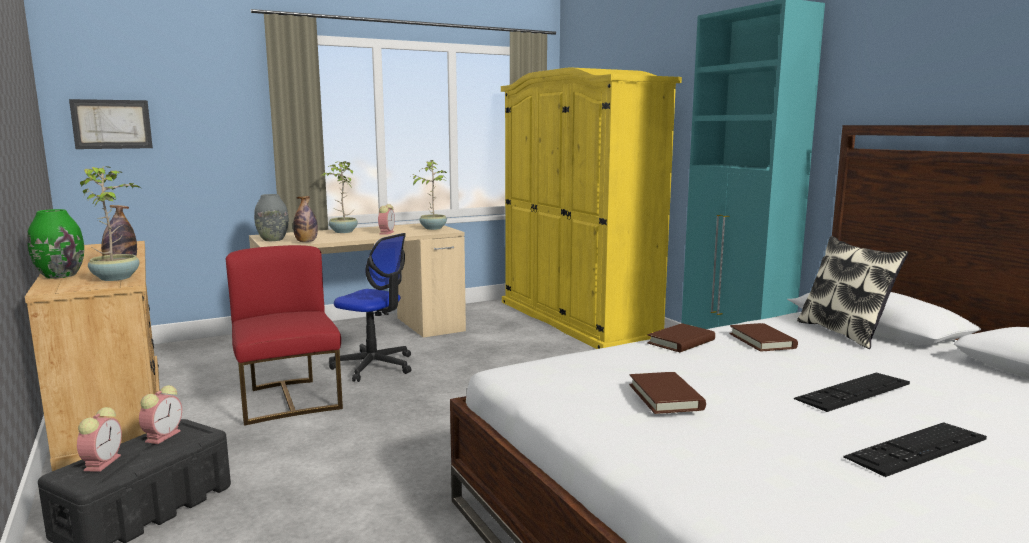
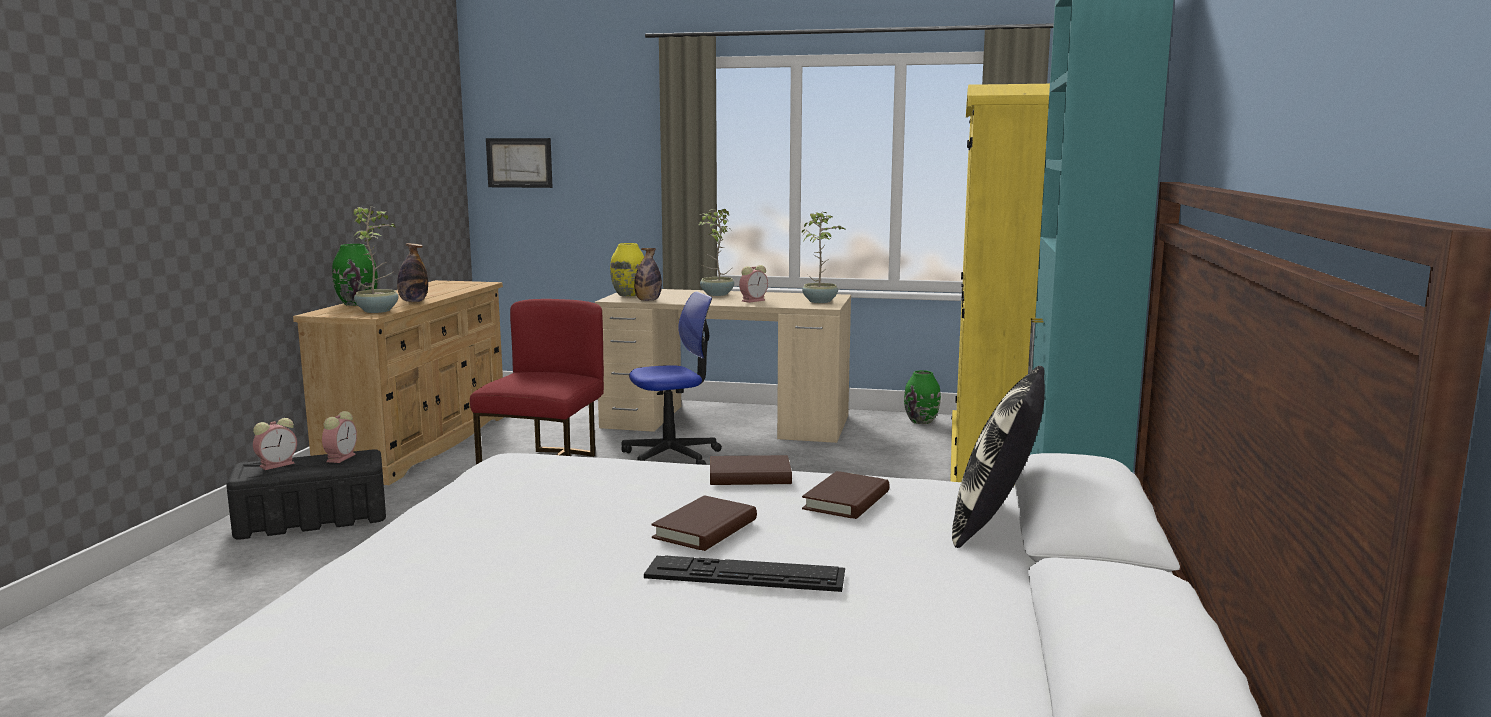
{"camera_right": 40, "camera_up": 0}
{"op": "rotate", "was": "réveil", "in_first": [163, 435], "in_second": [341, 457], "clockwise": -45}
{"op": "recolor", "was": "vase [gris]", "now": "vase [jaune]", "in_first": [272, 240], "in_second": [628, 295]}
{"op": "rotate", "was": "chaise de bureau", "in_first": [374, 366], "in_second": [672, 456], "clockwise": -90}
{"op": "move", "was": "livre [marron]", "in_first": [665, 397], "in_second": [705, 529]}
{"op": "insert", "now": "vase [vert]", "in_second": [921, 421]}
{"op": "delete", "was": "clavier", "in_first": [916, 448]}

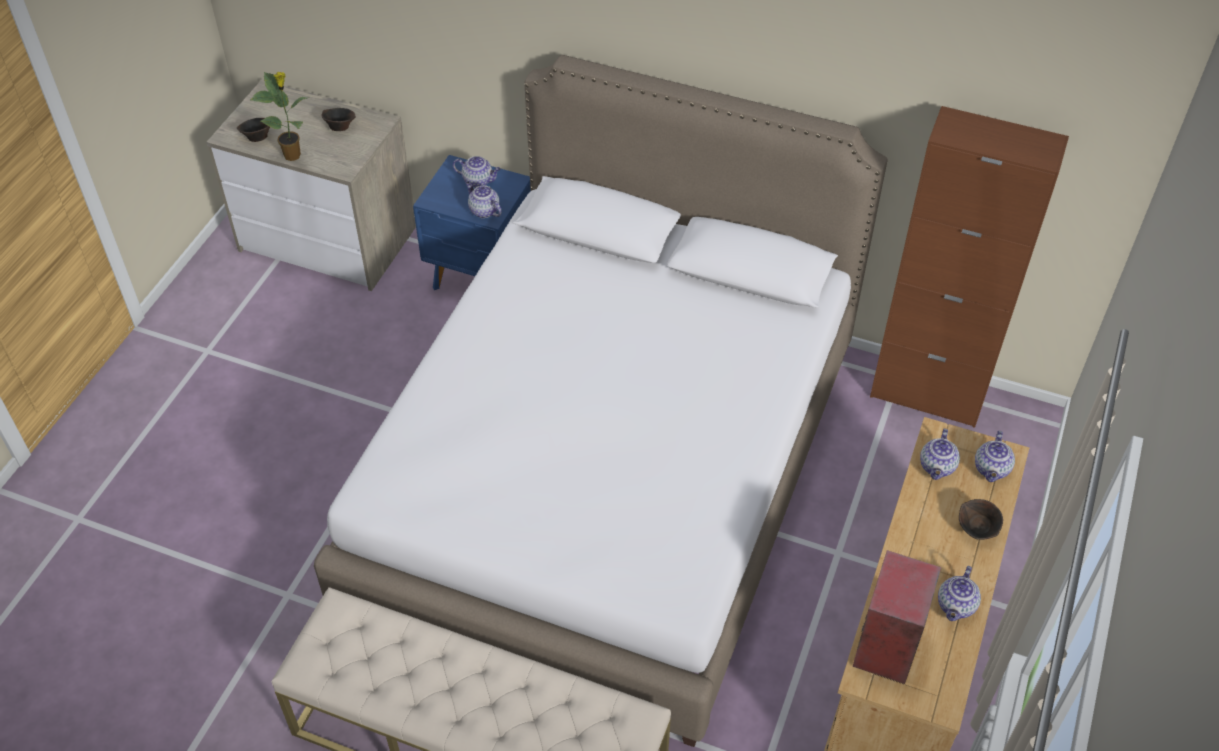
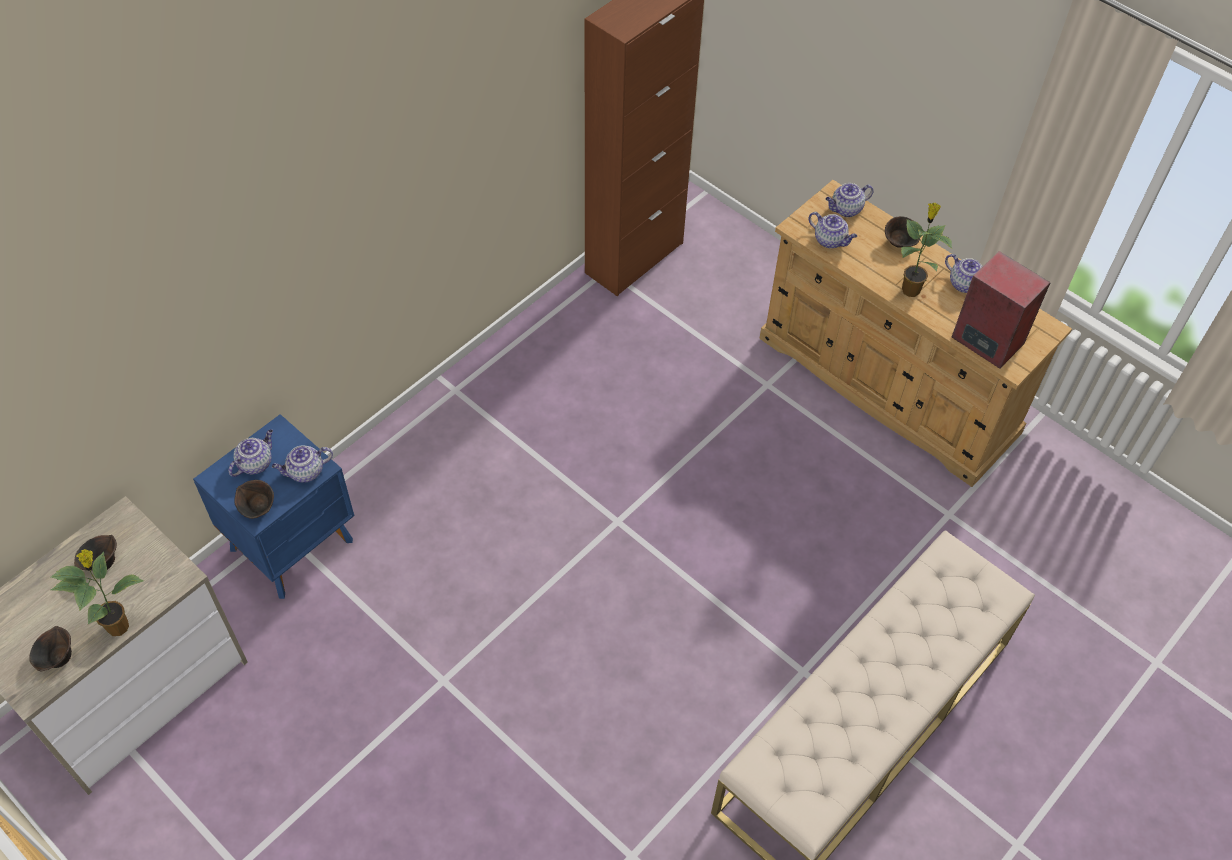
{"camera_right": -70, "camera_up": 5}
{"op": "insert", "now": "bol [marron]", "in_second": [258, 508]}
{"op": "rotate", "was": "théière", "in_first": [992, 469], "in_second": [845, 210], "clockwise": 120}
{"op": "insert", "now": "plante en pot", "in_second": [910, 289]}
{"op": "delete", "was": "lit [blanc]", "in_first": [609, 476]}

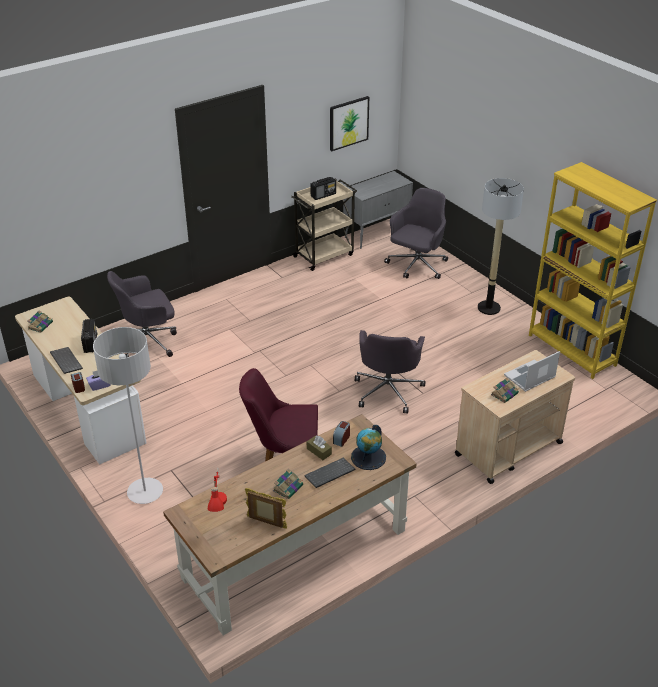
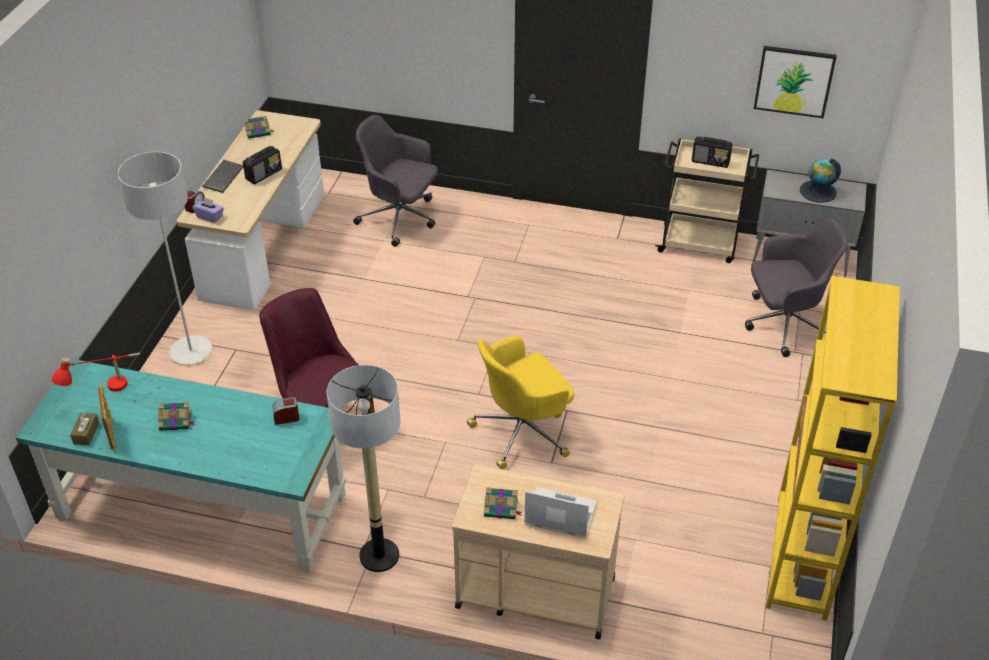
{"camera_right": 50, "camera_up": 5}
{"op": "recolor", "was": "bureau [marron]", "now": "bureau [turquoise]", "in_first": [295, 554], "in_second": [200, 506]}
{"op": "move", "was": "boîte à mouchoirs [marron]", "in_first": [319, 451], "in_second": [86, 433]}
{"op": "move", "was": "lampadaire", "in_first": [488, 308], "in_second": [379, 555]}
{"op": "recolor", "was": "chaise de bureau [gris]", "now": "chaise de bureau [jaune]", "in_first": [388, 390], "in_second": [523, 431]}
{"op": "move", "was": "globe", "in_first": [368, 457], "in_second": [818, 191]}
{"op": "delete", "was": "clavier", "in_first": [329, 474]}

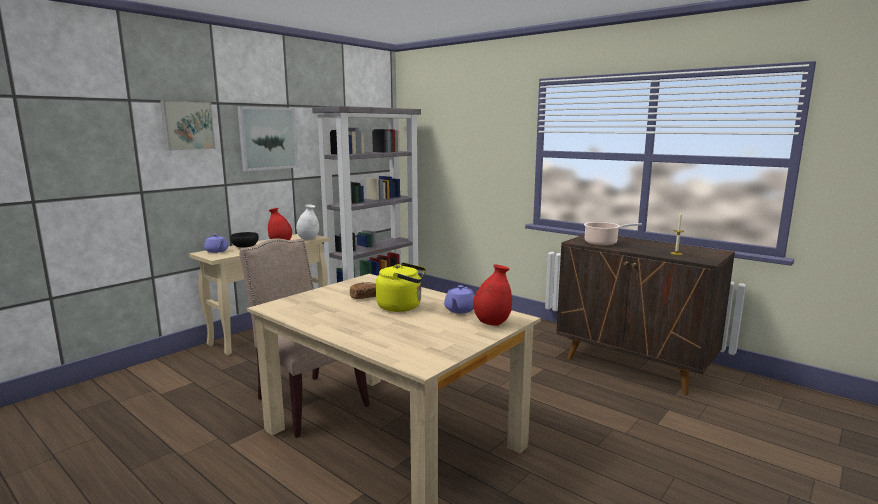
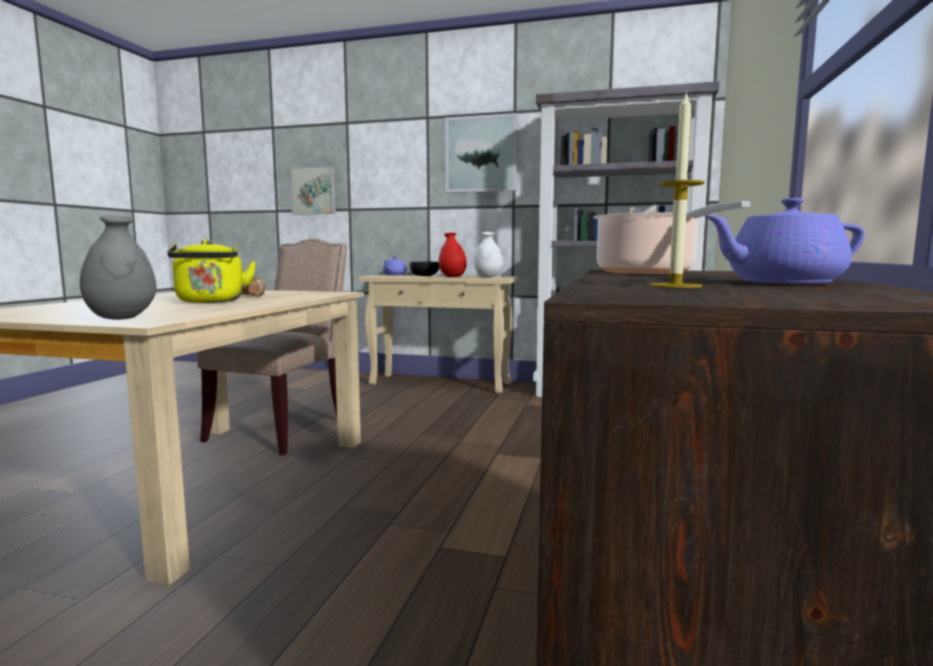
{"camera_right": 65, "camera_up": -5}
{"op": "recolor", "was": "vase [rouge]", "now": "vase [gris]", "in_first": [492, 323], "in_second": [121, 318]}
{"op": "move", "was": "tableau", "in_first": [187, 125], "in_second": [314, 191]}
{"op": "move", "was": "théière [violet]", "in_first": [459, 310], "in_second": [781, 282]}

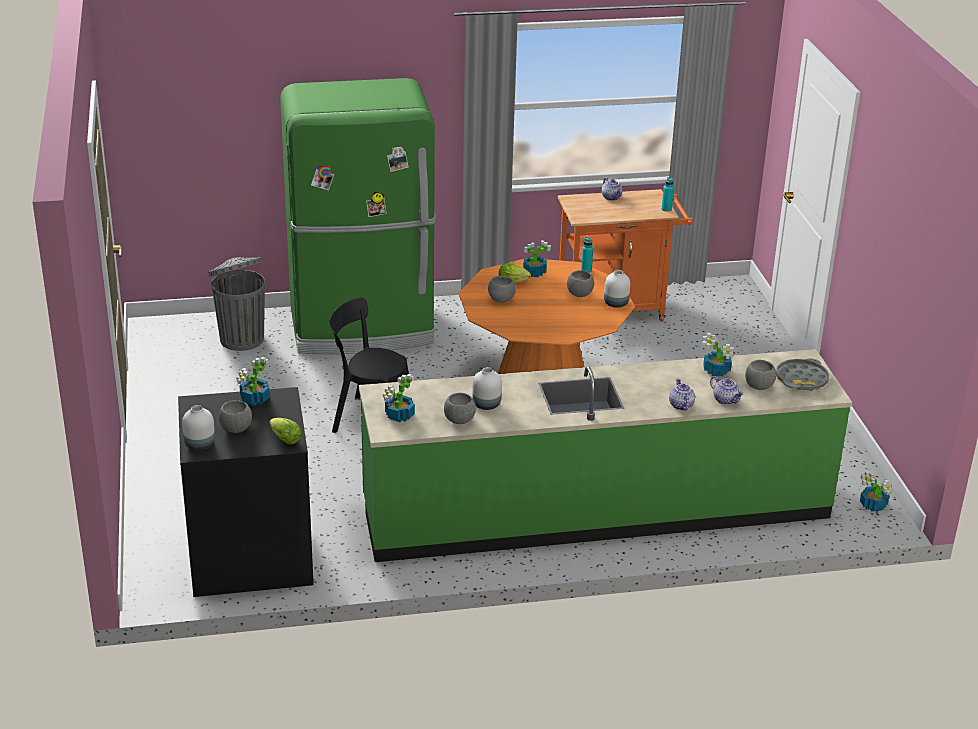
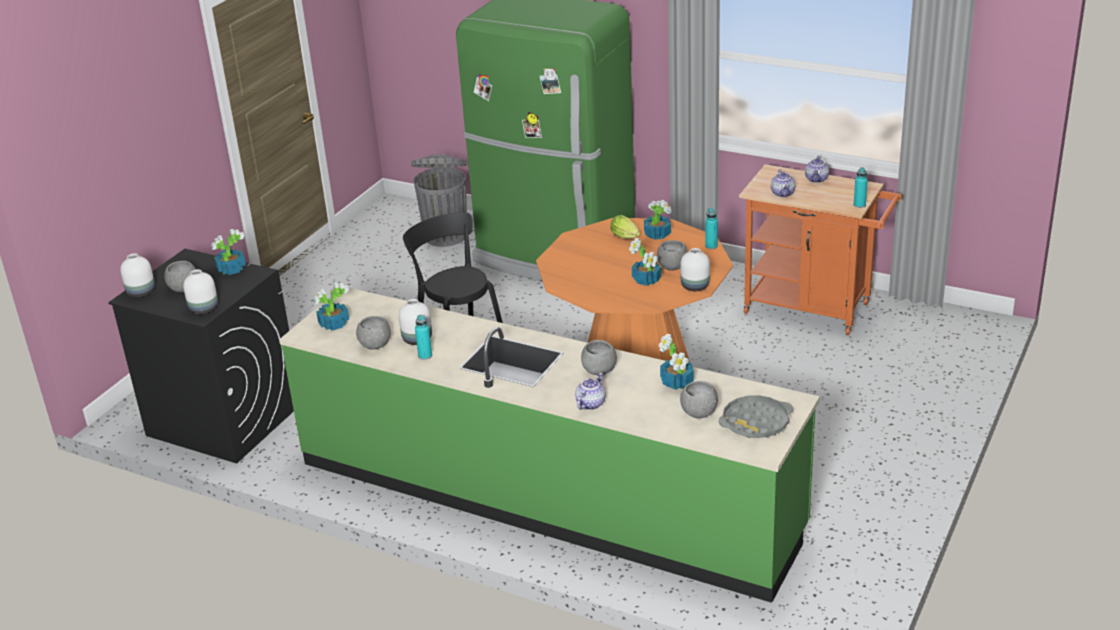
{"camera_right": 40, "camera_up": 0}
{"op": "replace", "was": "laitue", "now": "vase [blanc]", "in_first": [284, 439], "in_second": [203, 309]}
{"op": "insert", "now": "bouteille [turquoise]", "in_second": [425, 356]}
{"op": "move", "was": "bol [gris]", "in_first": [501, 300], "in_second": [599, 371]}
{"op": "move", "was": "plante en pot", "in_first": [873, 505], "in_second": [647, 280]}
{"op": "move", "was": "théière", "in_first": [726, 400], "in_second": [783, 193]}

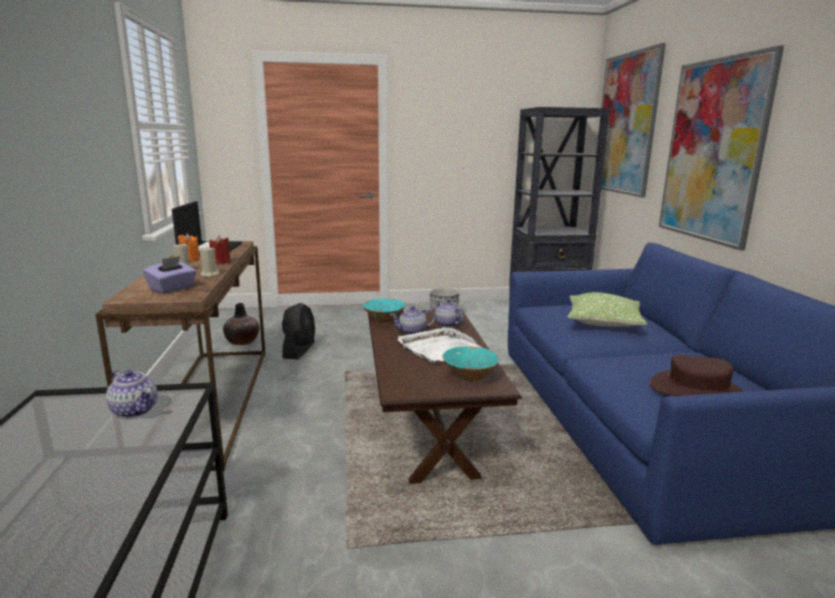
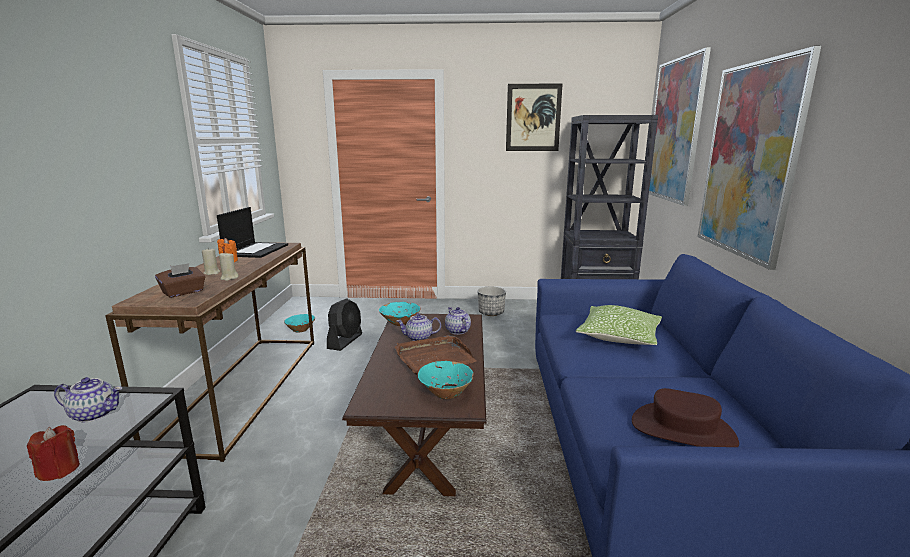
{"camera_right": 10, "camera_up": 0}
{"op": "move", "was": "bougie [rouge]", "in_first": [221, 262], "in_second": [59, 470]}
{"op": "rotate", "was": "théière", "in_first": [135, 410], "in_second": [95, 414], "clockwise": -45}
{"op": "recolor", "was": "boîte à mouchoirs [violet]", "now": "boîte à mouchoirs [marron]", "in_first": [172, 289], "in_second": [183, 292]}
{"op": "replace", "was": "vase", "now": "bol [turquoise]", "in_first": [242, 342], "in_second": [300, 330]}
{"op": "recolor", "was": "plateau [blanc]", "now": "plateau [marron]", "in_first": [439, 348], "in_second": [434, 358]}
{"op": "insert", "now": "tableau", "in_second": [533, 118]}

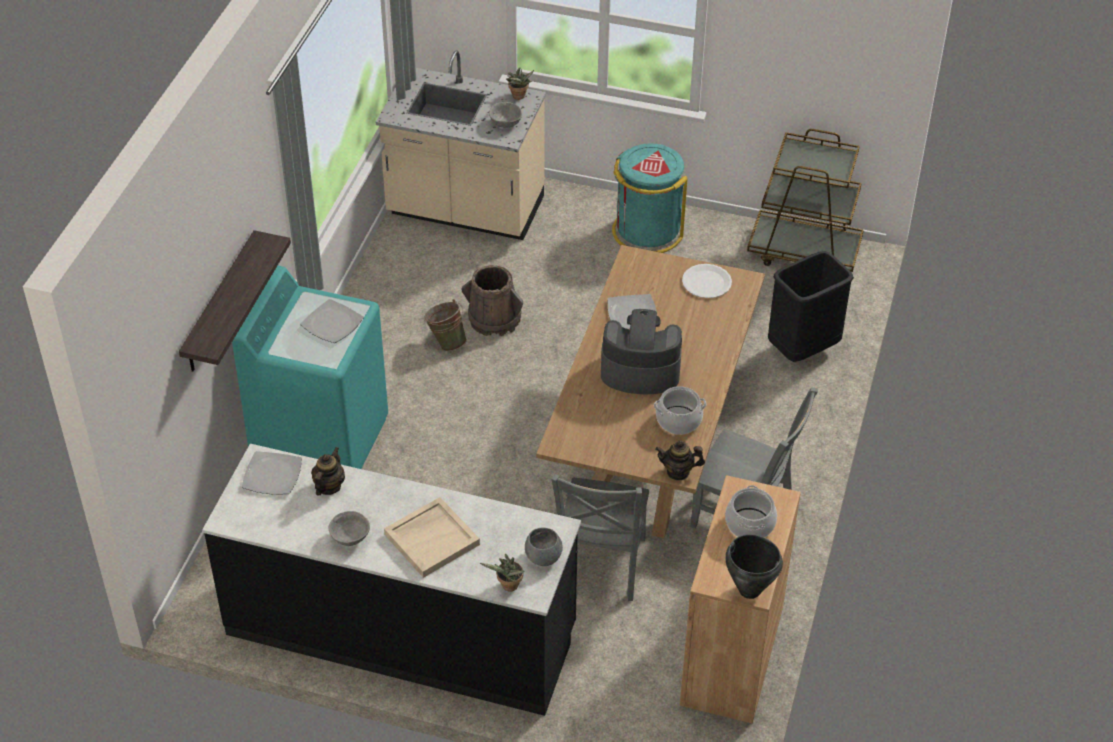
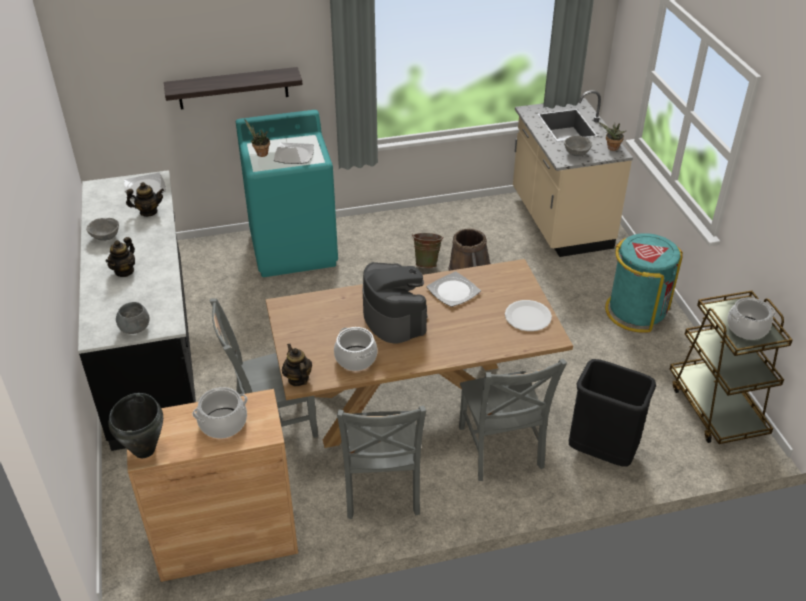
{"camera_right": 60, "camera_up": -5}
{"op": "replace", "was": "plateau [beige]", "now": "théière", "in_first": [432, 539], "in_second": [124, 271]}
{"op": "move", "was": "plante en pot", "in_first": [508, 587], "in_second": [260, 153]}
{"op": "insert", "now": "chaise [gris]", "in_second": [501, 450]}
{"op": "insert", "now": "marmite", "in_second": [747, 328]}

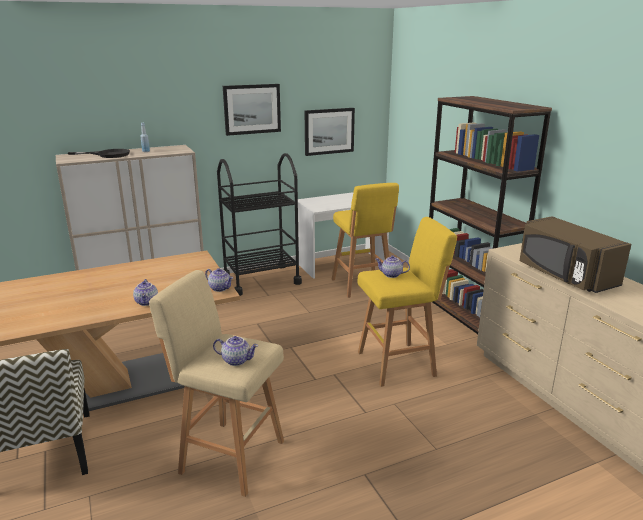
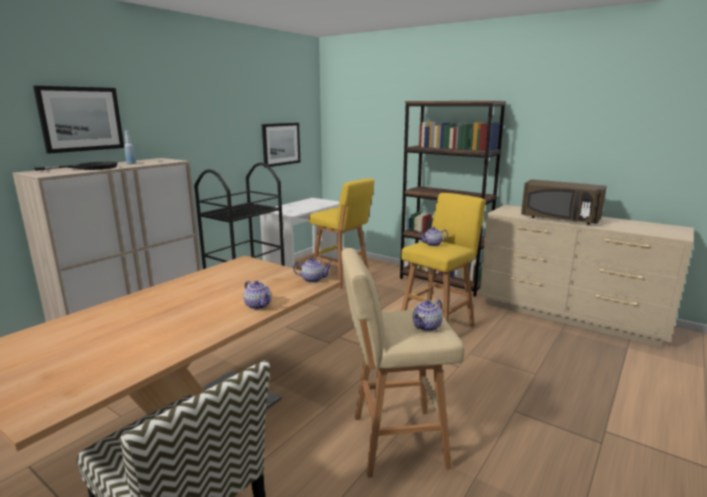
{"camera_right": -30, "camera_up": -5}
{"op": "move", "was": "tableau", "in_first": [252, 109], "in_second": [81, 119]}
{"op": "rotate", "was": "théière", "in_first": [237, 360], "in_second": [427, 327], "clockwise": 150}

